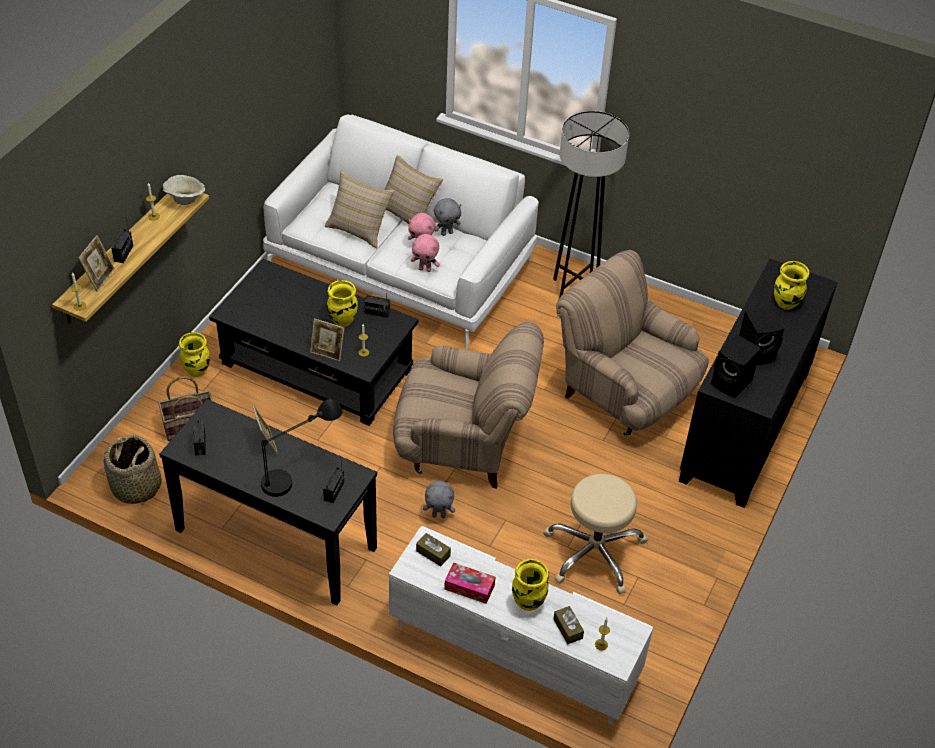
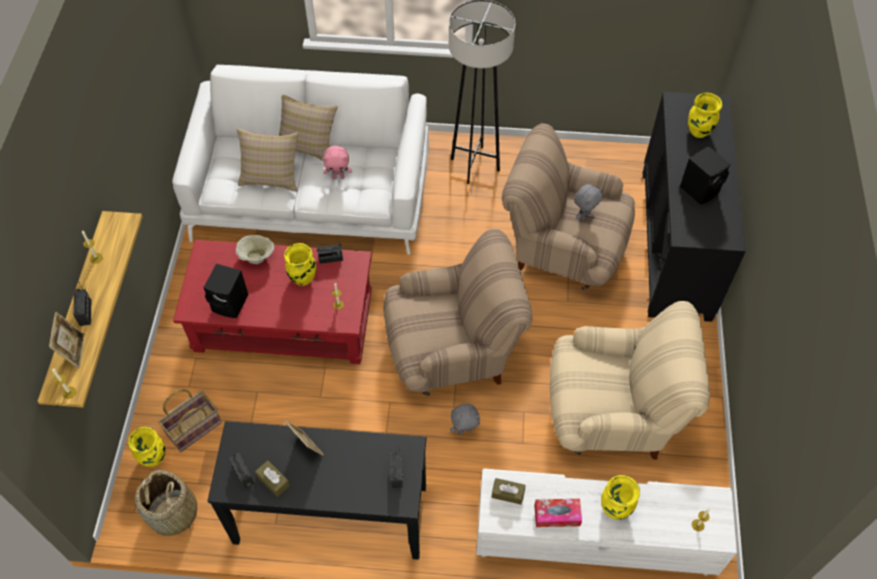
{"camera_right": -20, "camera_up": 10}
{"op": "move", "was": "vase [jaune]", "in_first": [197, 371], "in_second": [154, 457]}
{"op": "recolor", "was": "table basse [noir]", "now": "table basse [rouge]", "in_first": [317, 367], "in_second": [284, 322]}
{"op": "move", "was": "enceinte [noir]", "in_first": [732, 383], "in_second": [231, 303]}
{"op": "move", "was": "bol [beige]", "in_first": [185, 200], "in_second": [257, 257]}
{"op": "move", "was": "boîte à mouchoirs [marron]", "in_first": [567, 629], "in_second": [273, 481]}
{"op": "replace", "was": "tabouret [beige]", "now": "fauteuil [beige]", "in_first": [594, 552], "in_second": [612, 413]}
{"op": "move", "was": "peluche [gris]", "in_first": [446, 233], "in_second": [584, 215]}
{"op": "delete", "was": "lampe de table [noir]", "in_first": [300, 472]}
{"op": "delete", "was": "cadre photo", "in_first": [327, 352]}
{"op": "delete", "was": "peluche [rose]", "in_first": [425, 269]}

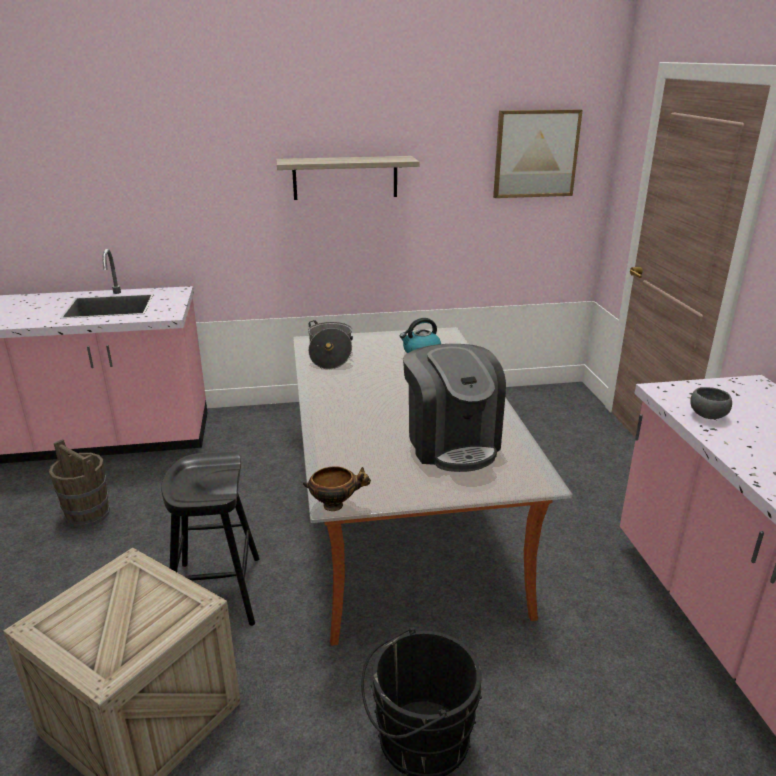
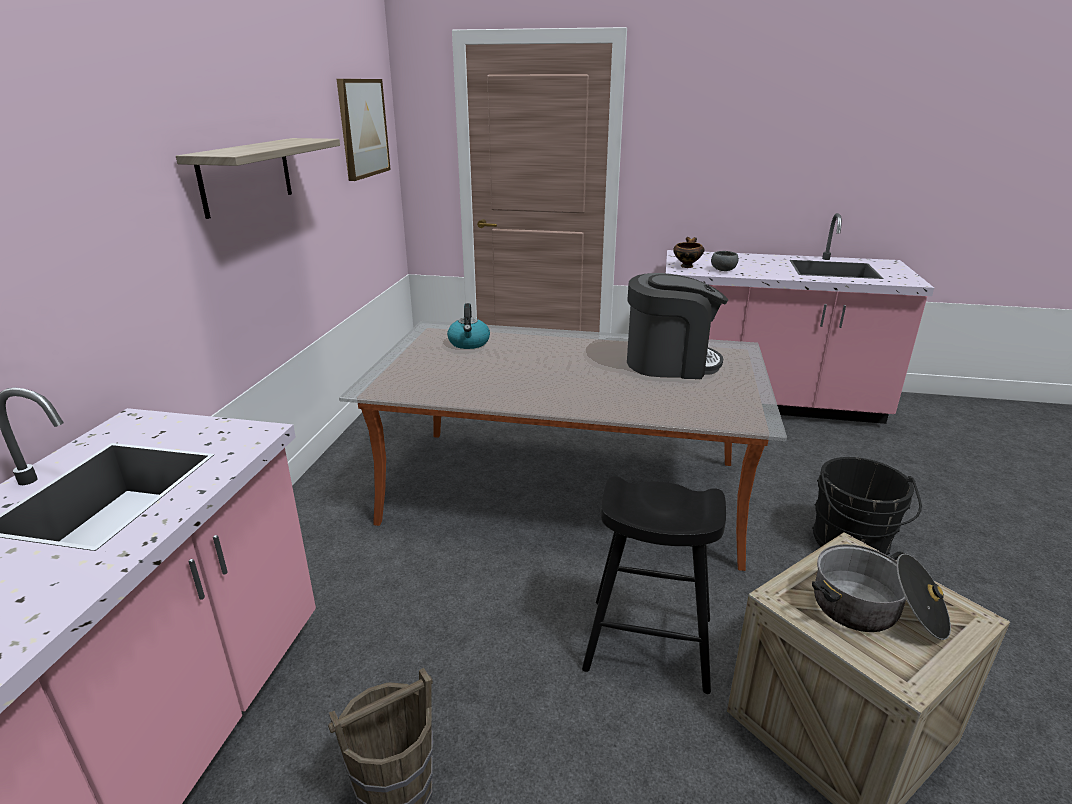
{"camera_right": -70, "camera_up": 0}
{"op": "move", "was": "bol", "in_first": [335, 505], "in_second": [686, 266]}
{"op": "move", "was": "marmite", "in_first": [330, 355], "in_second": [876, 611]}

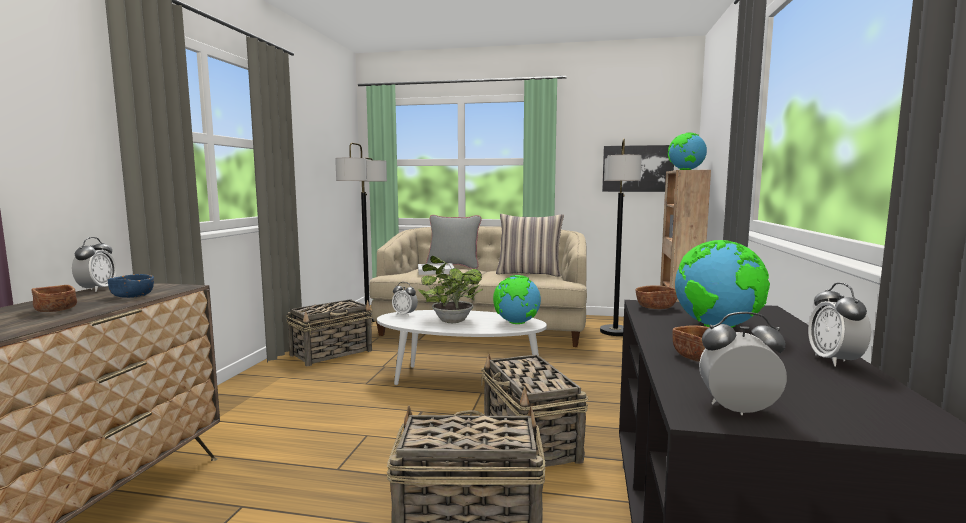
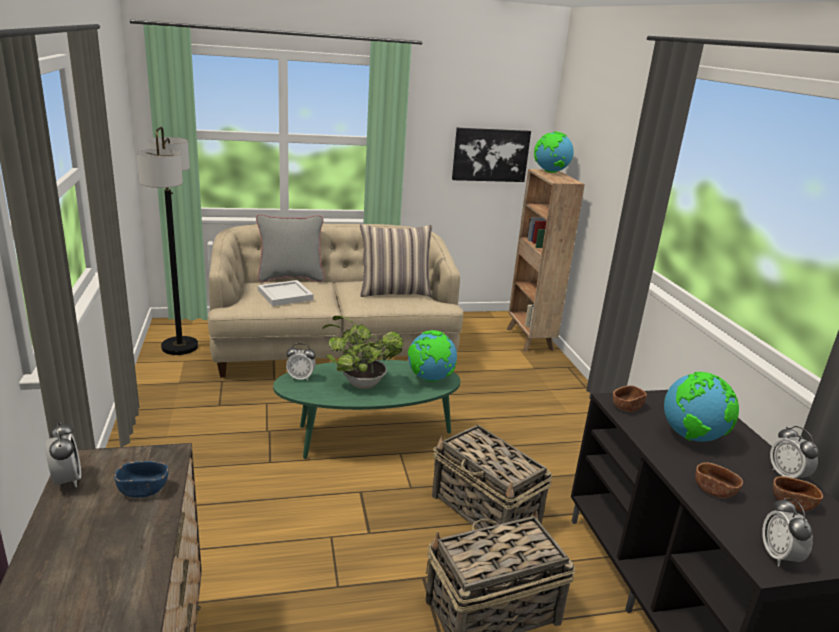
{"camera_right": -25, "camera_up": 15}
{"op": "recolor", "was": "table basse [blanc]", "now": "table basse [vert]", "in_first": [460, 379], "in_second": [366, 438]}
{"op": "rotate", "was": "réveil", "in_first": [738, 410], "in_second": [779, 556], "clockwise": -75}
{"op": "move", "was": "bol [marron]", "in_first": [55, 310], "in_second": [792, 503]}
{"op": "delete", "was": "panier", "in_first": [332, 353]}
{"op": "delete", "was": "lampadaire", "in_first": [615, 331]}

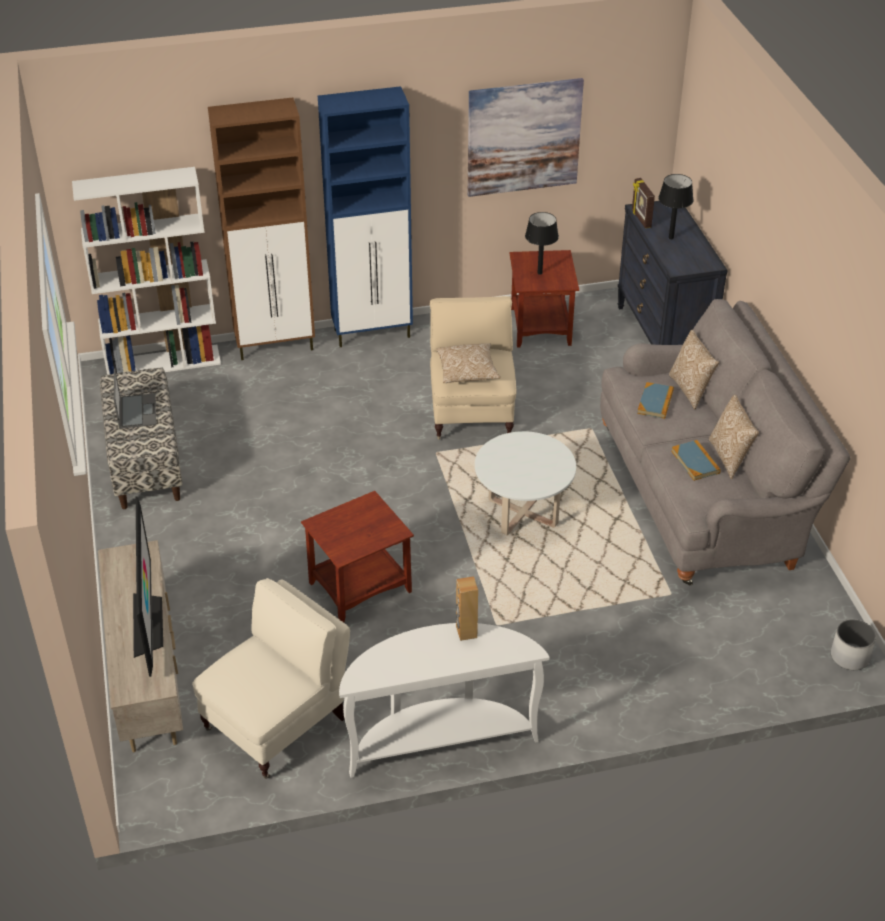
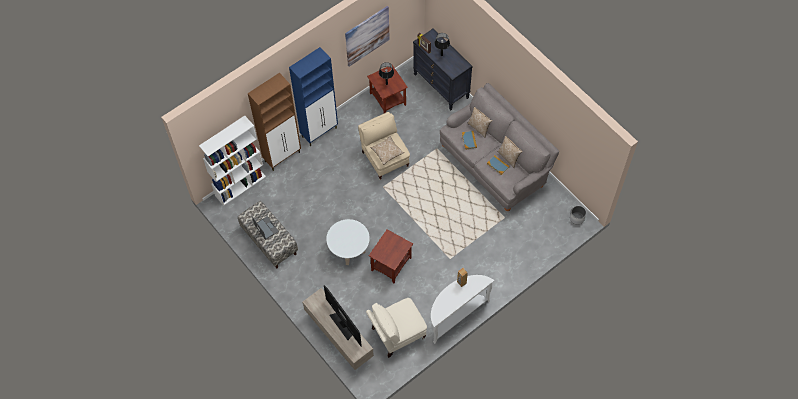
{"camera_right": -25, "camera_up": 20}
{"op": "move", "was": "table basse [blanc]", "in_first": [523, 513], "in_second": [349, 250]}
{"op": "rotate", "was": "fauteuil [beige]", "in_first": [278, 722], "in_second": [397, 334], "clockwise": -135}

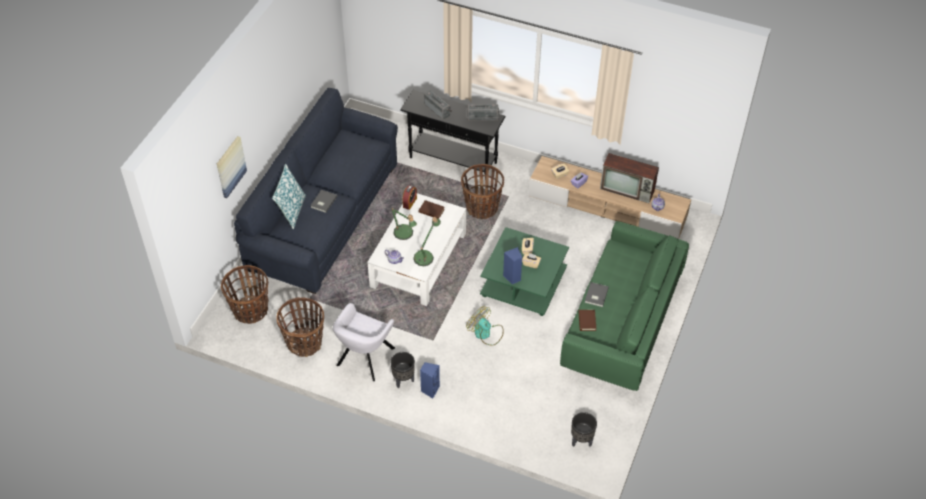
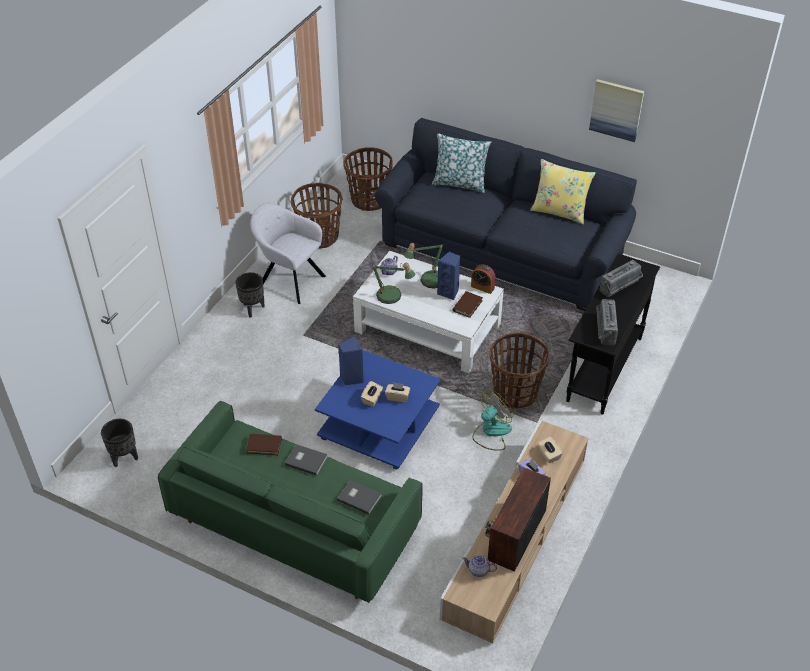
{"camera_right": 95, "camera_up": -5}
{"op": "recolor", "was": "table basse [vert]", "now": "table basse [bleu]", "in_first": [524, 284], "in_second": [377, 425]}
{"op": "move", "was": "livre [gris]", "in_first": [323, 202], "in_second": [359, 497]}
{"op": "move", "was": "enceinte [bleu]", "in_first": [430, 390], "in_second": [449, 292]}
{"op": "move", "was": "ventilateur", "in_first": [486, 333], "in_second": [491, 432]}
{"op": "insert", "now": "coussin [jaune]", "in_second": [559, 212]}
{"op": "move", "was": "tableau", "in_first": [230, 166], "in_second": [616, 109]}

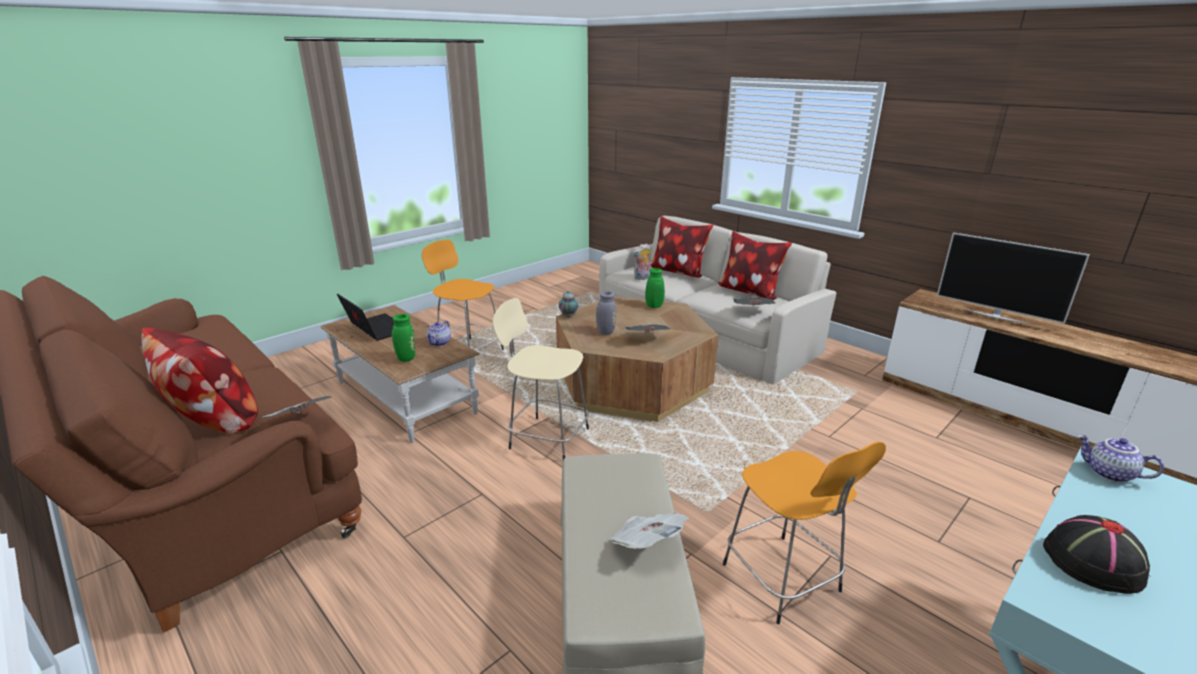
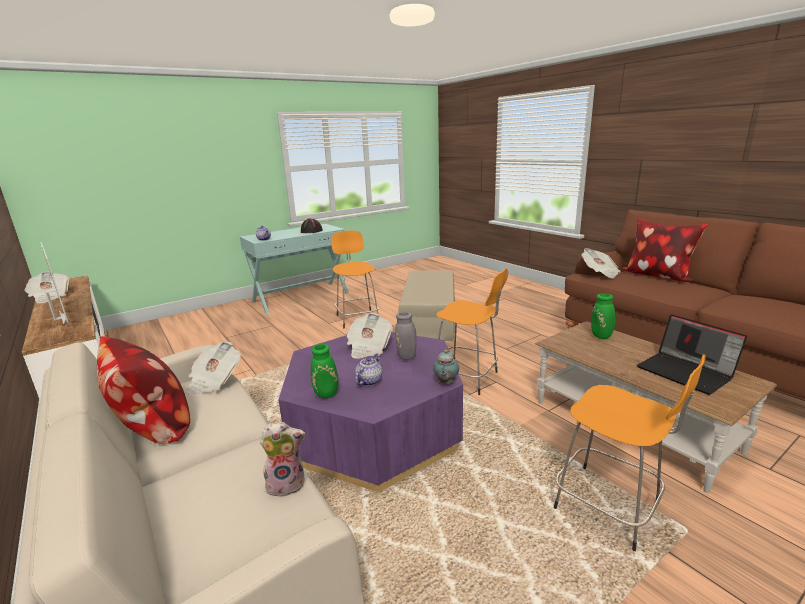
{"camera_right": -170, "camera_up": -5}
{"op": "move", "was": "journal", "in_first": [646, 544], "in_second": [50, 297]}
{"op": "recolor", "was": "table basse [marron]", "now": "table basse [violet]", "in_first": [633, 382], "in_second": [375, 429]}
{"op": "move", "was": "théière", "in_first": [440, 343], "in_second": [369, 381]}
{"op": "recolor", "was": "tabouret [beige]", "now": "tabouret [orange]", "in_first": [546, 438], "in_second": [468, 378]}
{"op": "delete", "was": "coussin", "in_first": [678, 272]}

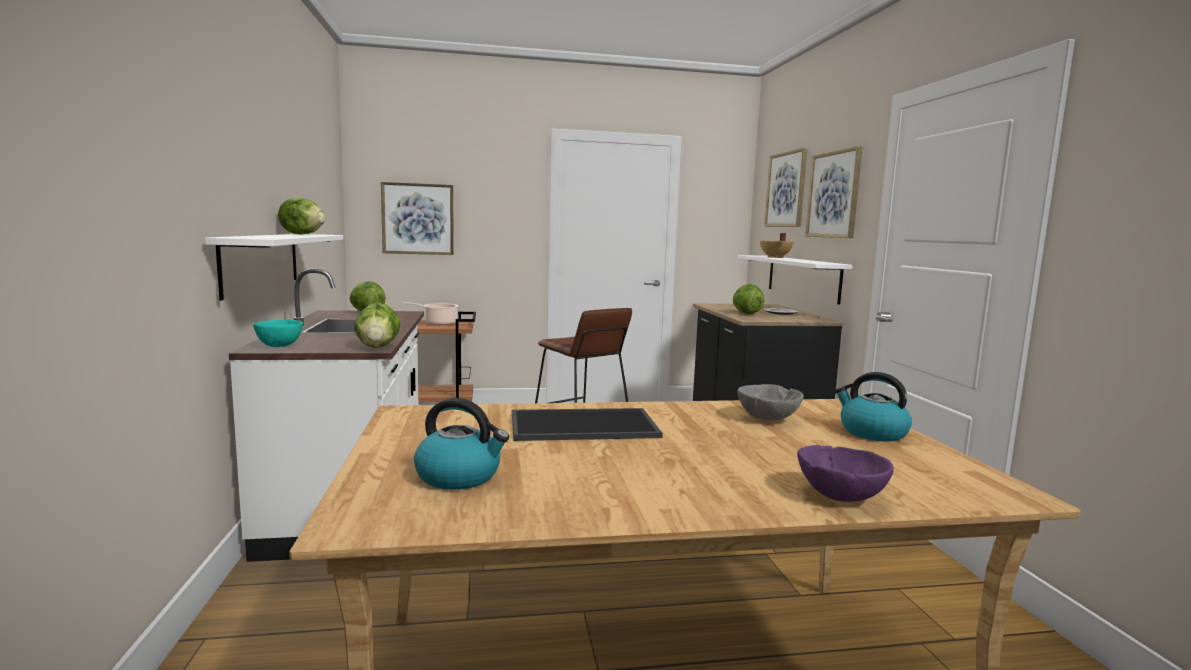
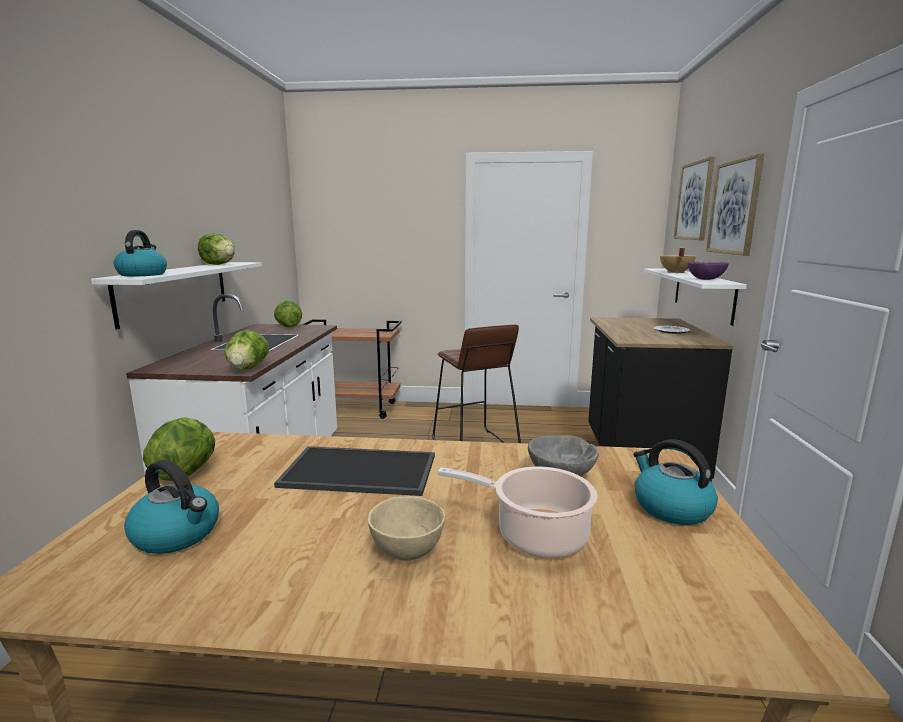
{"camera_right": 15, "camera_up": 5}
{"op": "insert", "now": "bouilloire", "in_second": [143, 274]}
{"op": "move", "was": "laitue", "in_first": [746, 313], "in_second": [186, 472]}
{"op": "insert", "now": "bol [beige]", "in_second": [406, 551]}
{"op": "move", "was": "marmite", "in_first": [438, 323], "in_second": [535, 535]}
{"op": "move", "was": "bol [violet]", "in_first": [839, 496], "in_second": [705, 279]}
{"op": "delete", "was": "bol [turquoise]", "in_first": [280, 346]}
{"op": "delete", "was": "tableau", "in_first": [418, 219]}

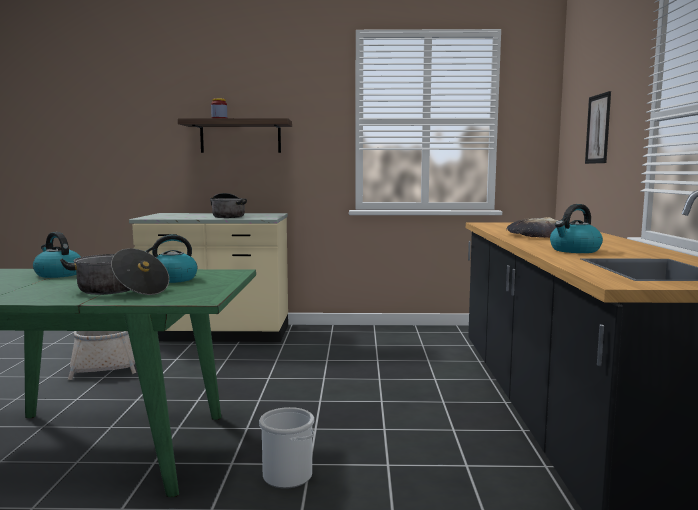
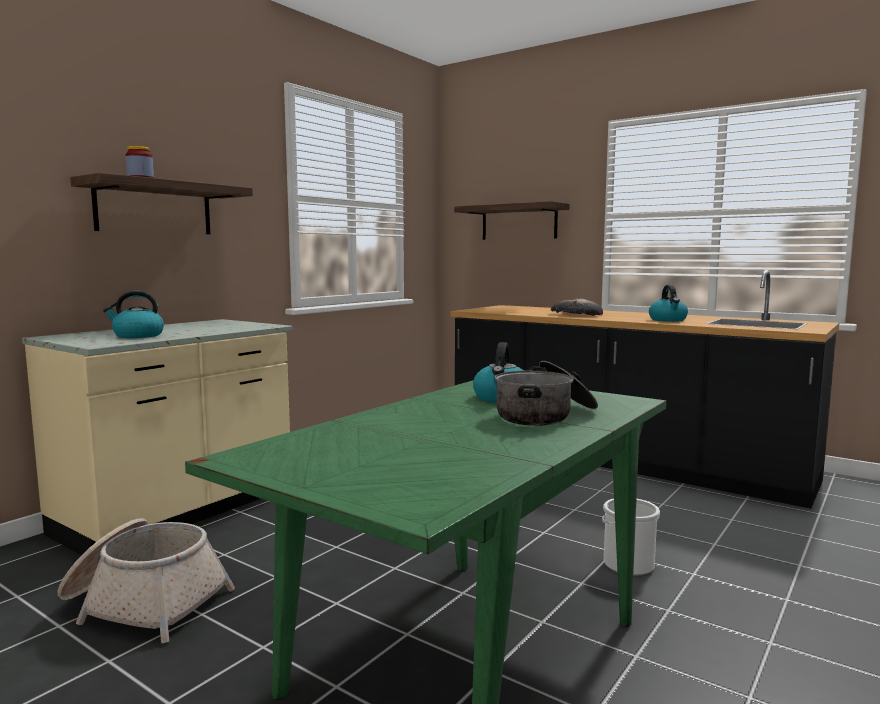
{"camera_right": -55, "camera_up": 0}
{"op": "move", "was": "bouilloire", "in_first": [58, 274], "in_second": [137, 336]}
{"op": "replace", "was": "tableau", "now": "étagère", "in_first": [598, 129], "in_second": [519, 222]}
{"op": "delete", "was": "marmite", "in_first": [228, 216]}

